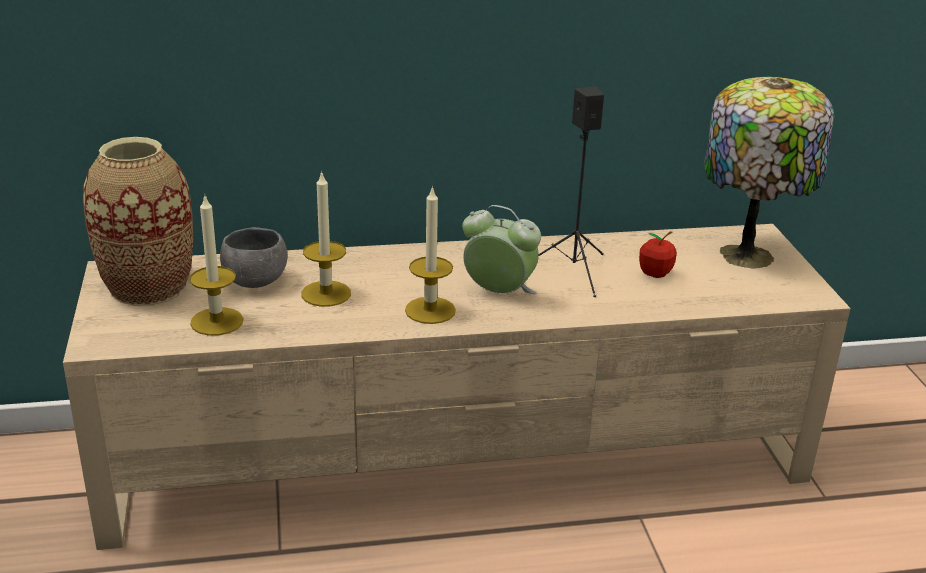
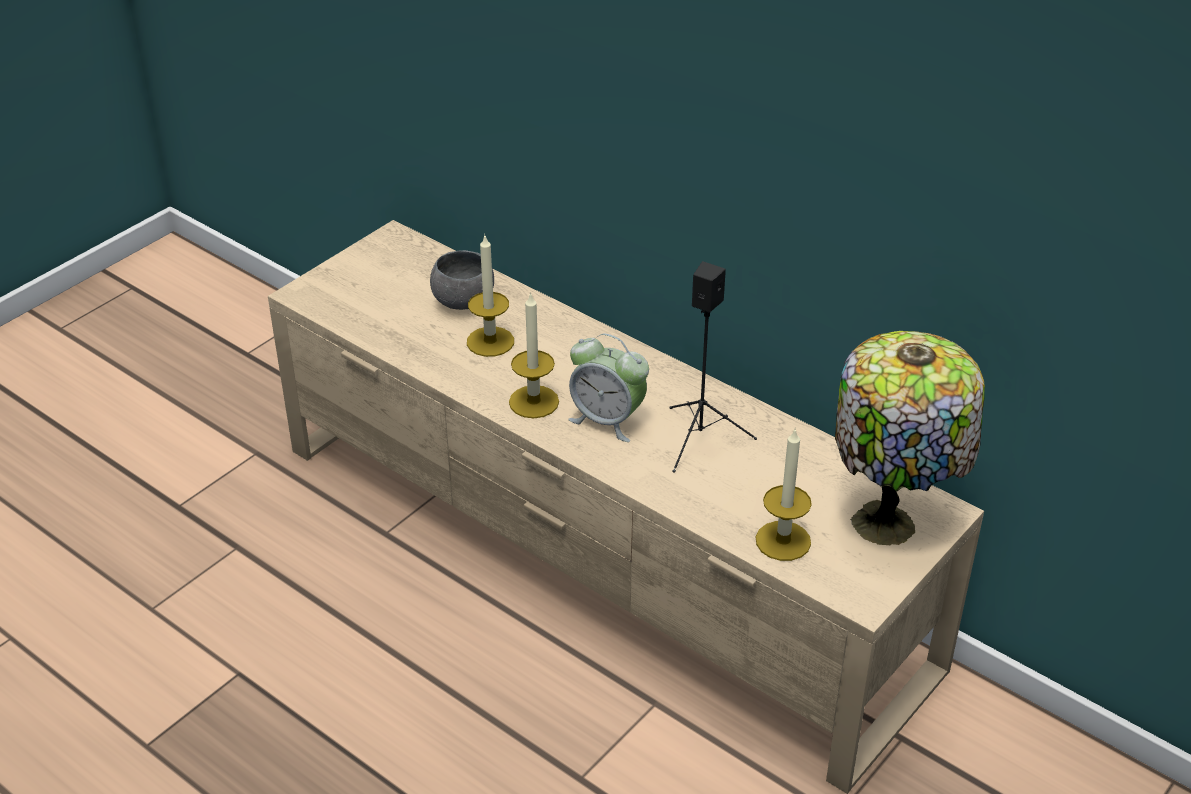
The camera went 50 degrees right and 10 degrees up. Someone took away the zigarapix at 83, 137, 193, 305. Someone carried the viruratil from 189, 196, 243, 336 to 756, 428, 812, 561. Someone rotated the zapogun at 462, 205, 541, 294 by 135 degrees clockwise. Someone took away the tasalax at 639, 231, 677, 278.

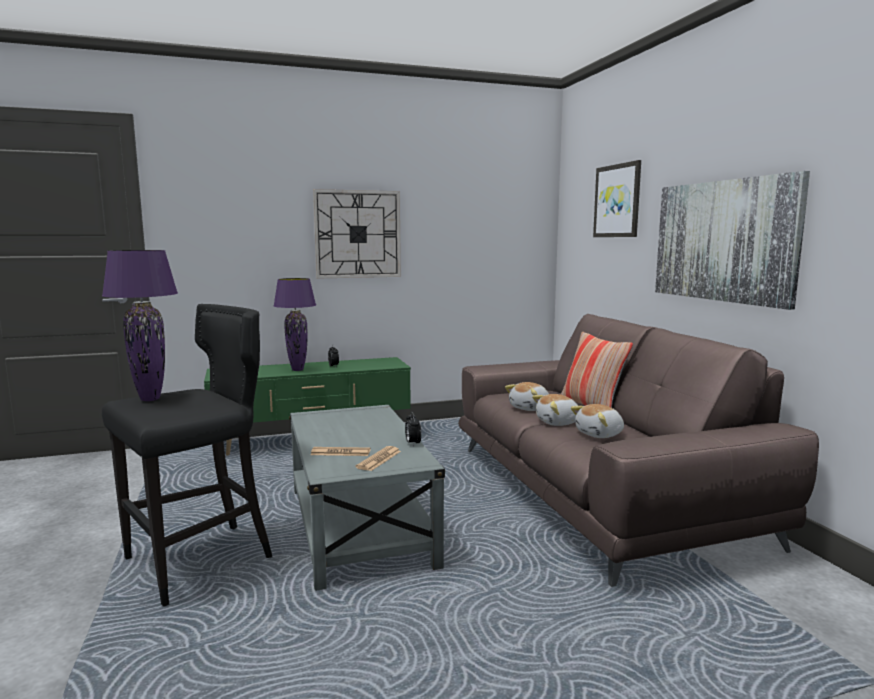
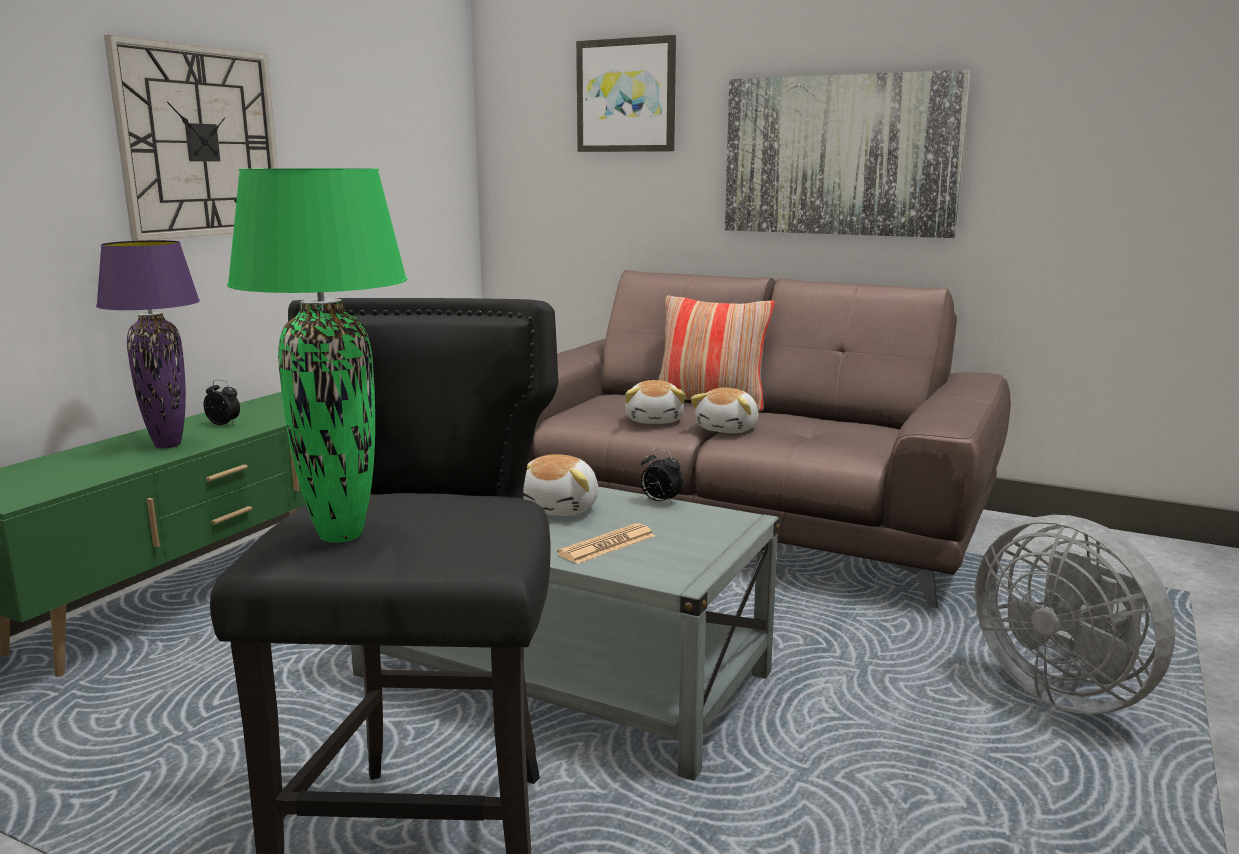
The camera went 45 degrees left and 5 degrees up. Someone repainted the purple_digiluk at 102, 250, 178, 401, which became the green_digiluk at 227, 168, 408, 543. Someone took away the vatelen at 355, 446, 401, 471. Someone carried the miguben from 571, 404, 624, 438 to 523, 454, 598, 516. Someone put down the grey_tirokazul at 975, 515, 1176, 714.

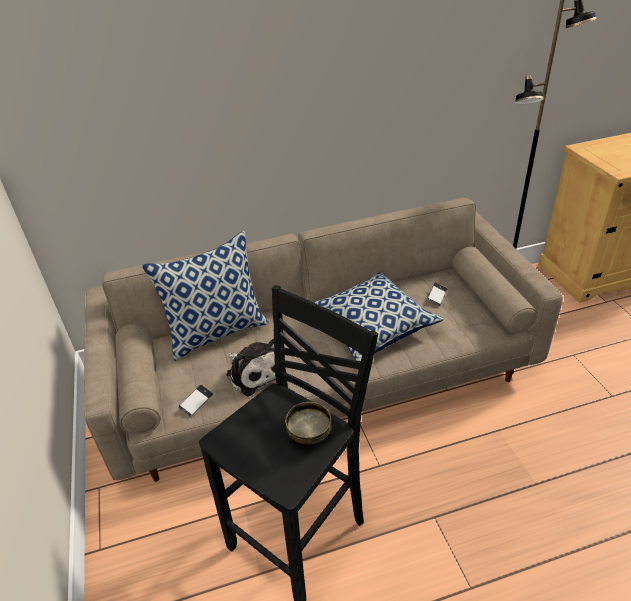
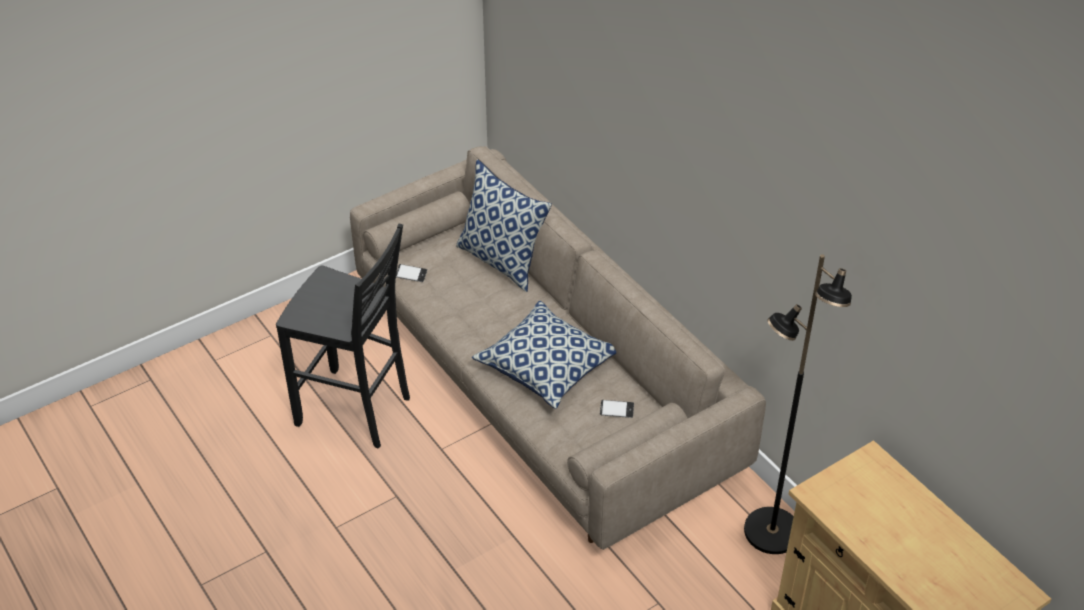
The camera went 70 degrees right and 5 degrees up. Someone took away the miguben at 226, 338, 276, 396. Someone took away the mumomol at 285, 402, 332, 444.

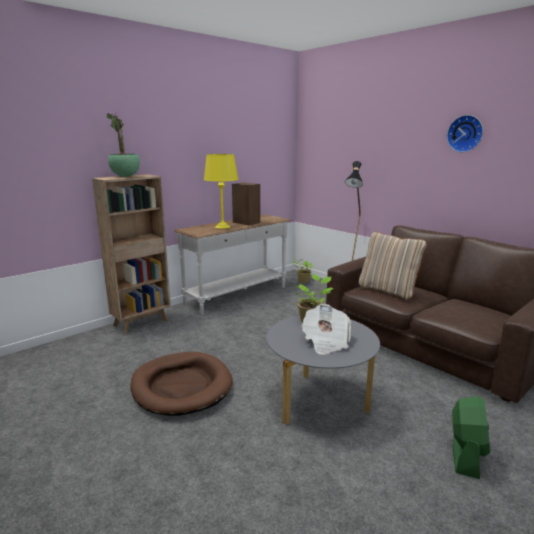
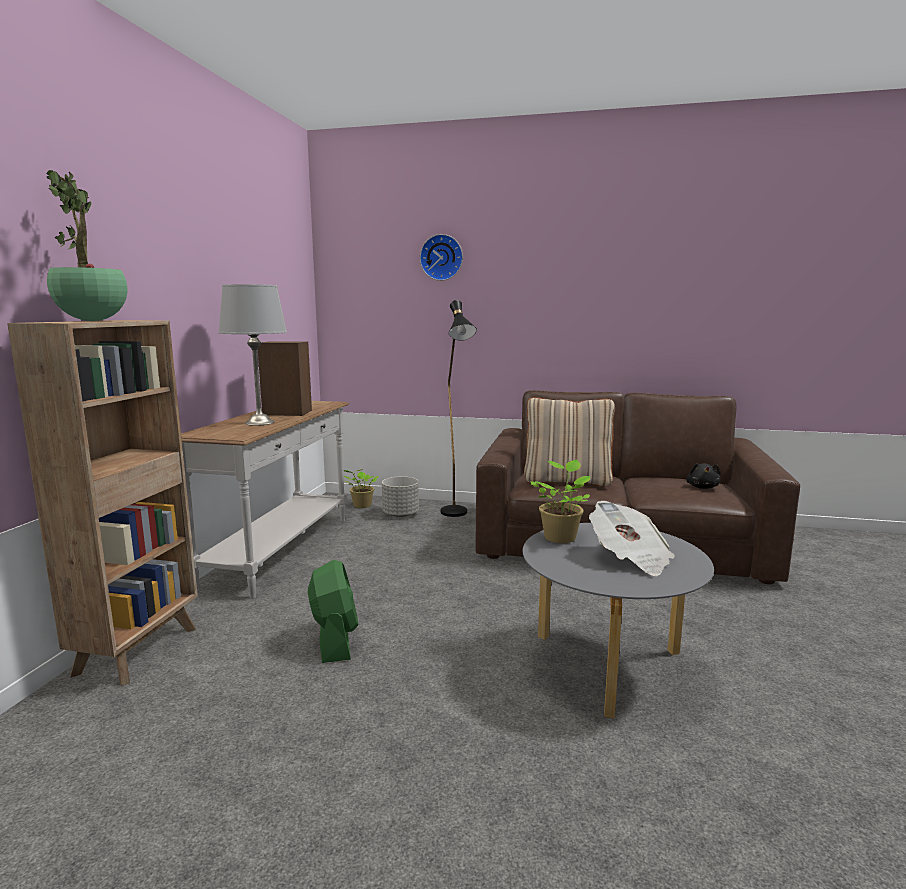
The camera went 35 degrees left and 5 degrees down. Someone took away the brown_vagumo at 130, 352, 233, 416. Someone repainted the yellow_digiluk at 204, 154, 238, 229, which became the grey_digiluk at 219, 284, 287, 426. Someone carried the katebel from 447, 115, 483, 152 to 420, 234, 463, 281. Someone carried the green_tirokazul from 452, 396, 490, 479 to 308, 560, 359, 663. Someone put down the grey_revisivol at 382, 476, 419, 517. Someone put down the black_miguben at 686, 463, 721, 489.

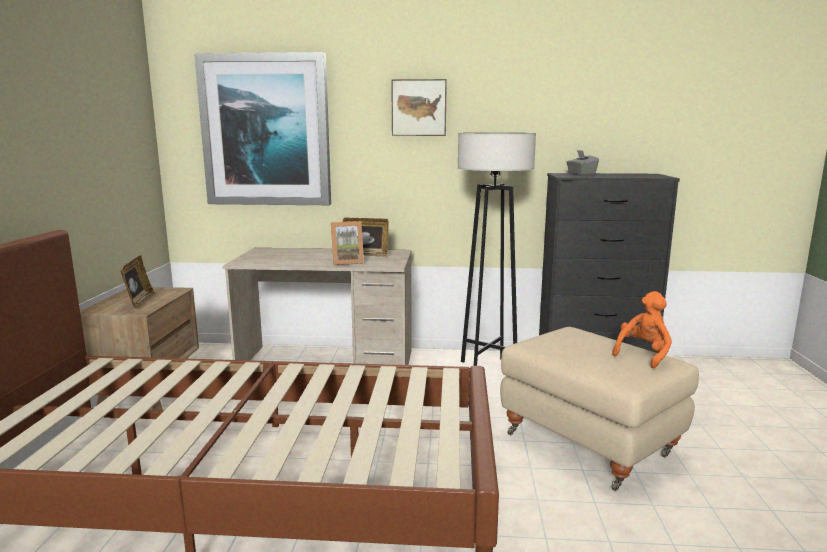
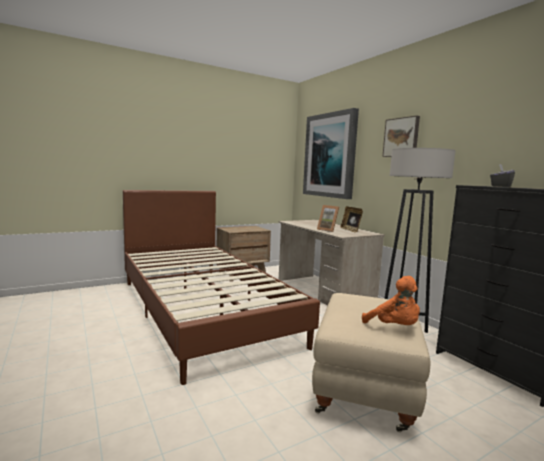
The camera went 55 degrees right and 5 degrees down. Someone took away the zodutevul at 120, 255, 155, 309. Someone rotated the orange_miguben at 612, 291, 672, 368 by 45 degrees clockwise.

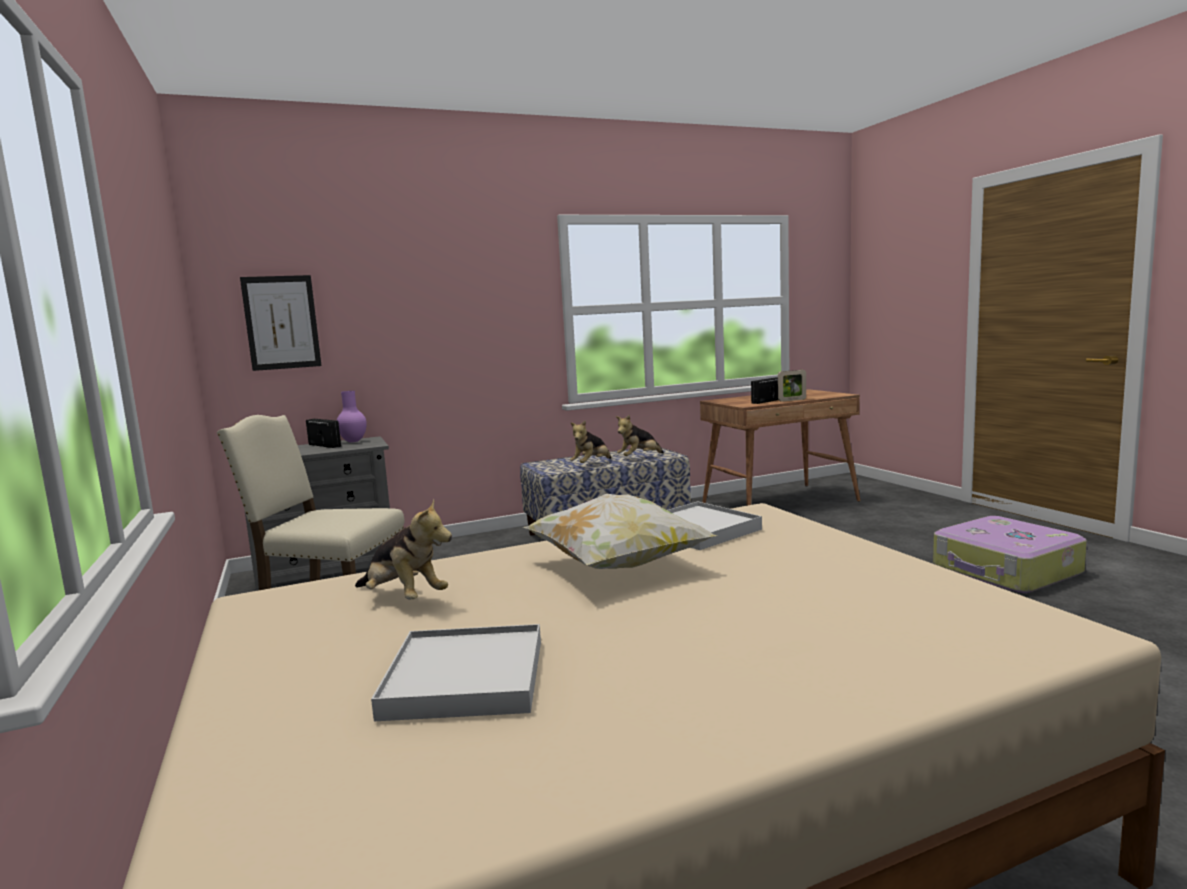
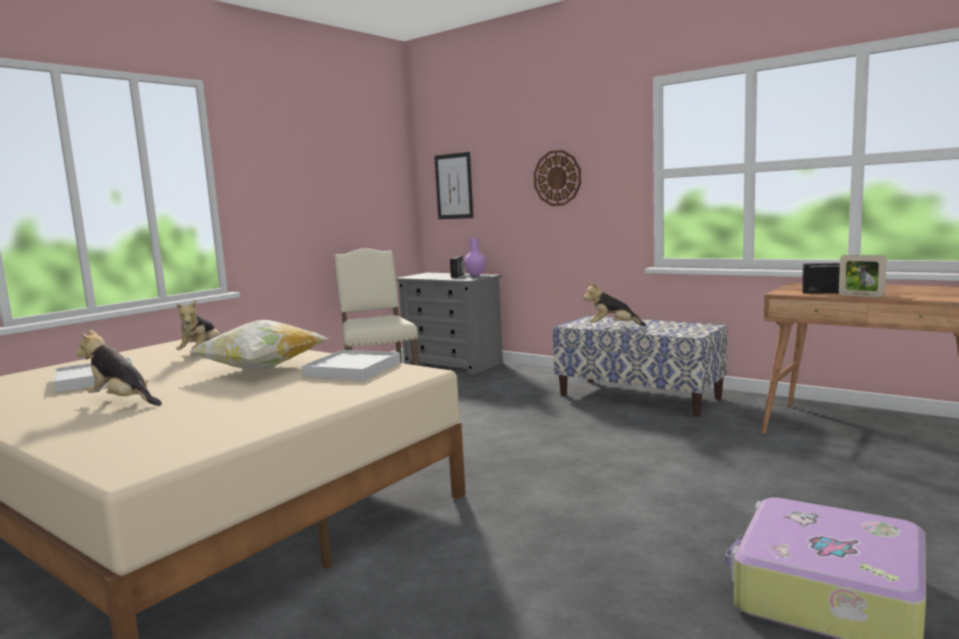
The camera went 60 degrees right and 0 degrees up. Someone carried the miguben from 616, 415, 664, 456 to 76, 330, 162, 406. Someone put up the katebel at 534, 150, 581, 206.

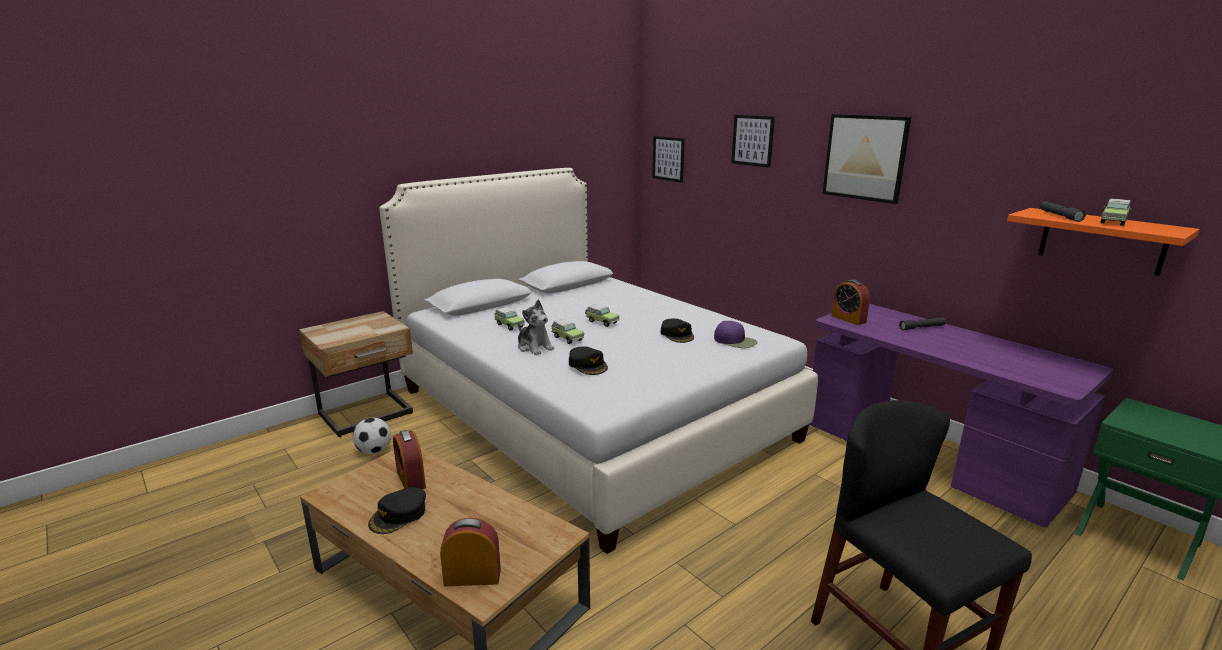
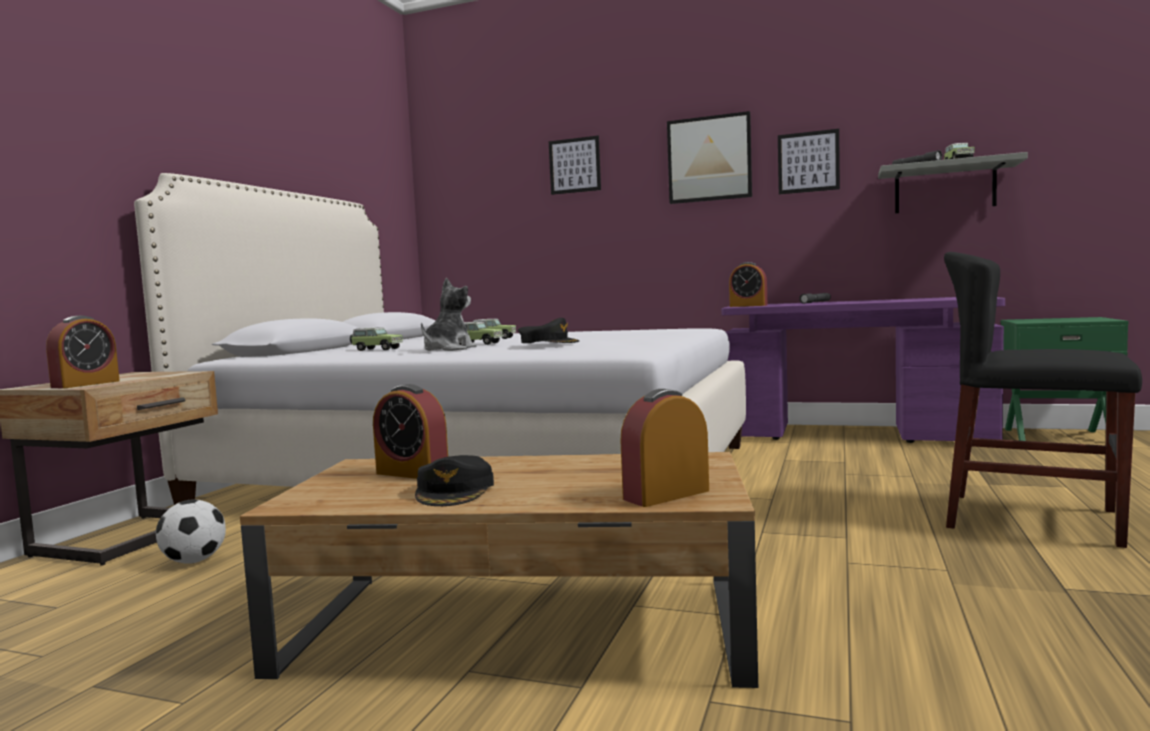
The camera went 30 degrees left and 15 degrees down. Someone rotated the miguben at 518, 300, 554, 355 by 75 degrees counterclockwise. Someone carried the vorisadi from 653, 136, 685, 183 to 778, 129, 840, 194. Someone took away the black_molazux at 661, 319, 694, 343. Someone took away the purple_molazux at 714, 321, 757, 348. Someone repainted the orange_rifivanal at 1007, 208, 1200, 275, which became the grey_rifivanal at 878, 152, 1028, 214. Someone put down the zapogun at 46, 316, 120, 388.

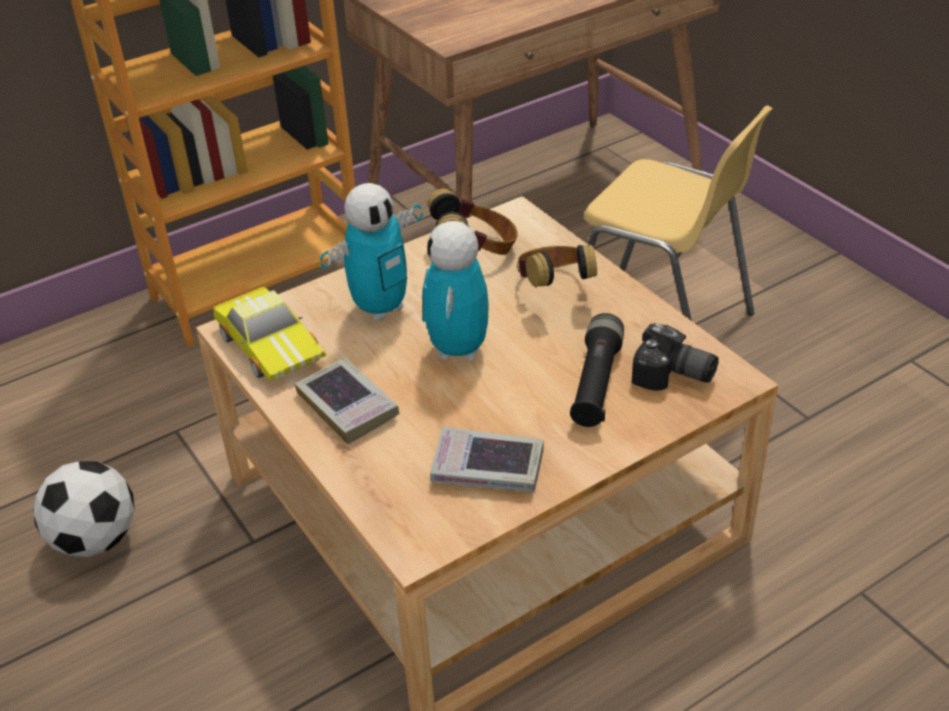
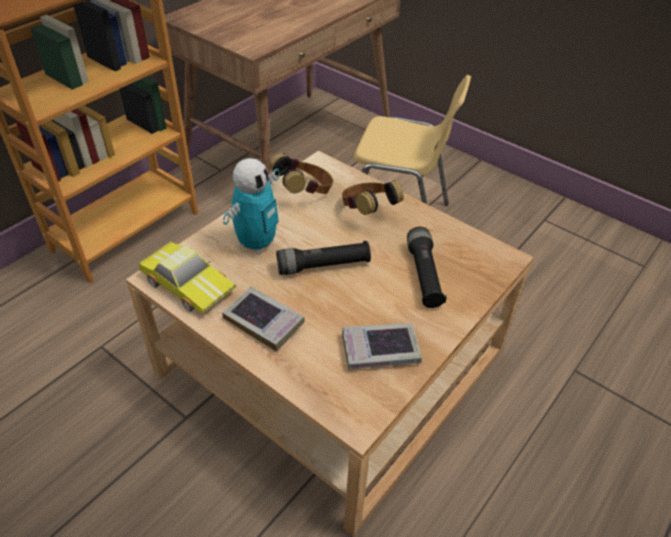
The camera went 20 degrees left and 5 degrees up. Someone took away the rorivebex at 33, 461, 135, 557. Someone swapped the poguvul at 422, 221, 489, 360 for the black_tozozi at 276, 241, 371, 275. Someone took away the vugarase at 632, 323, 719, 391.

